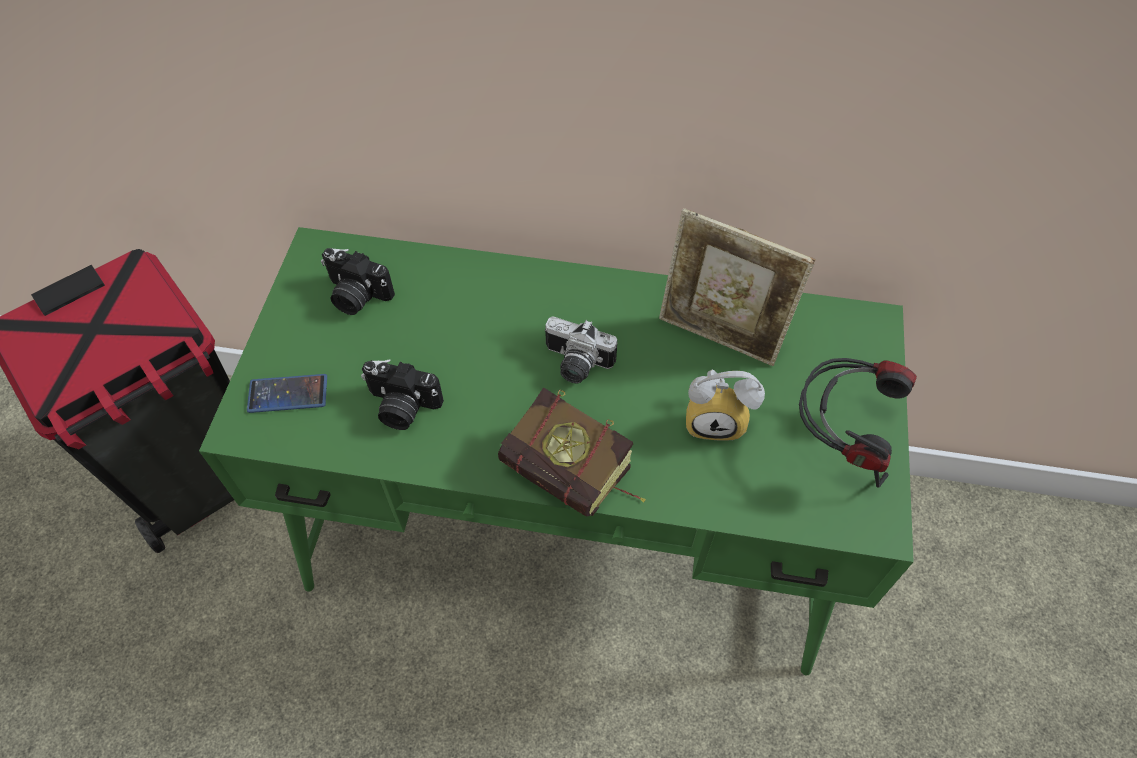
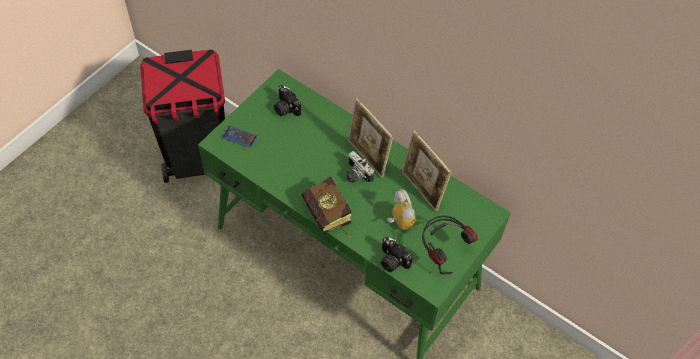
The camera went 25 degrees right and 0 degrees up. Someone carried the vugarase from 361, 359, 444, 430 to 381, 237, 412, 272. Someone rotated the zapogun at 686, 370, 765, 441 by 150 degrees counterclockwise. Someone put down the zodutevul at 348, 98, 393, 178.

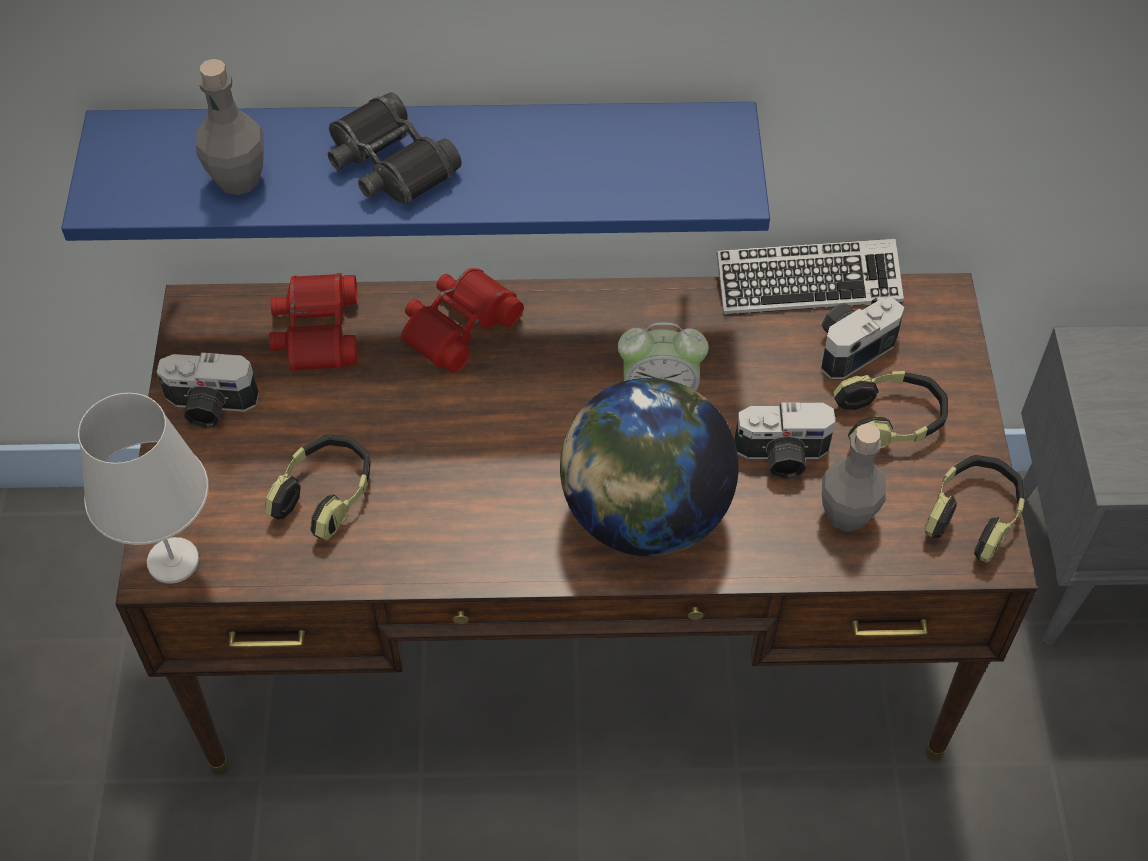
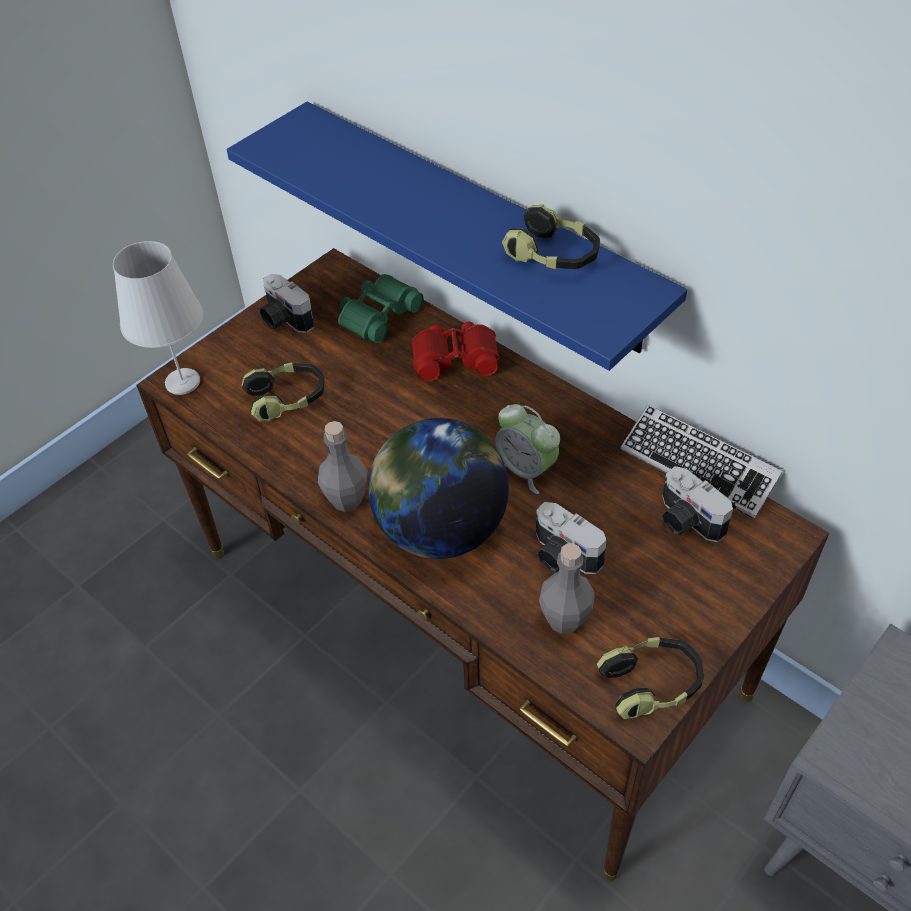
The camera went 45 degrees right and 5 degrees down. Someone carried the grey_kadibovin from 196, 59, 264, 195 to 318, 421, 367, 512. Someone repainted the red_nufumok at 269, 273, 358, 371, which became the green_nufumok at 338, 274, 423, 343. Someone took away the black_nufumok at 328, 92, 462, 204. Someone rotated the vugarase at 821, 298, 904, 379 by 135 degrees counterclockwise. Someone carried the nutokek from 833, 371, 948, 448 to 502, 205, 600, 270.

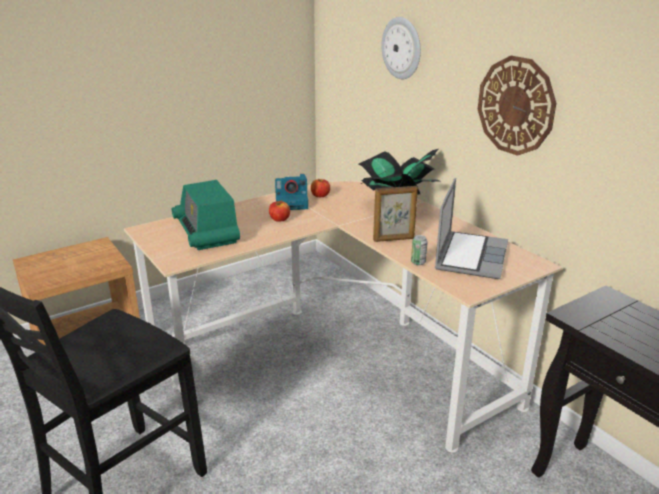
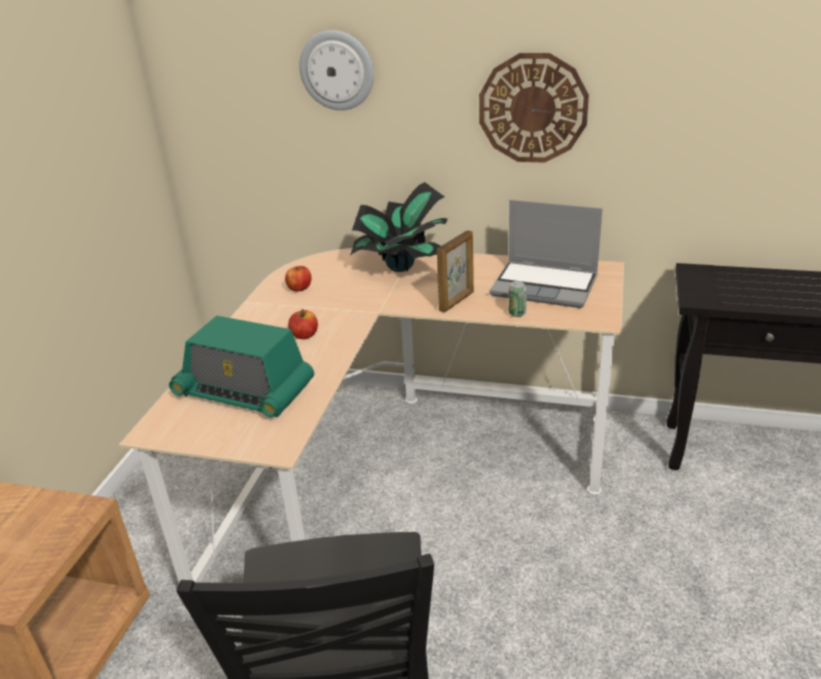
The camera went 40 degrees left and 5 degrees up. Someone took away the vugarase at 275, 174, 308, 210. Someone rotated the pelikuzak at 435, 178, 508, 279 by 135 degrees clockwise.

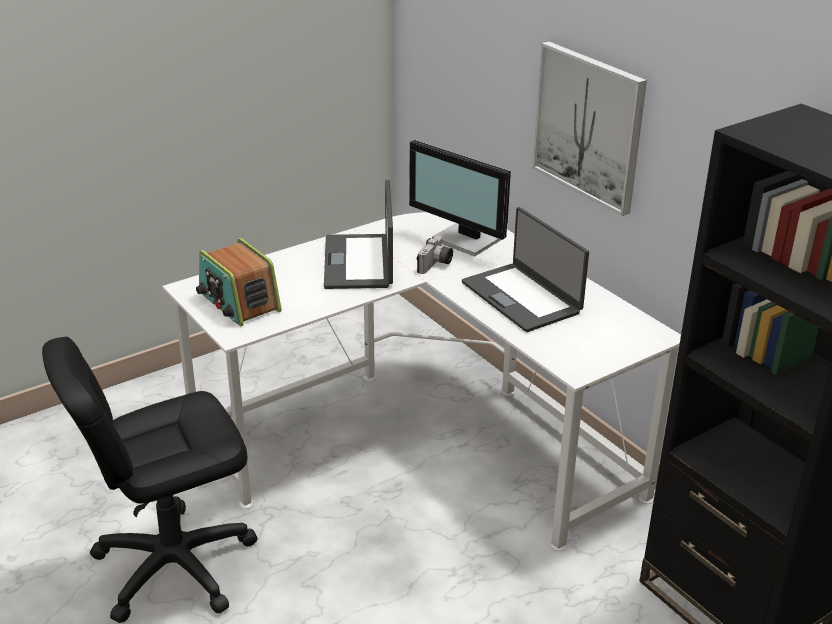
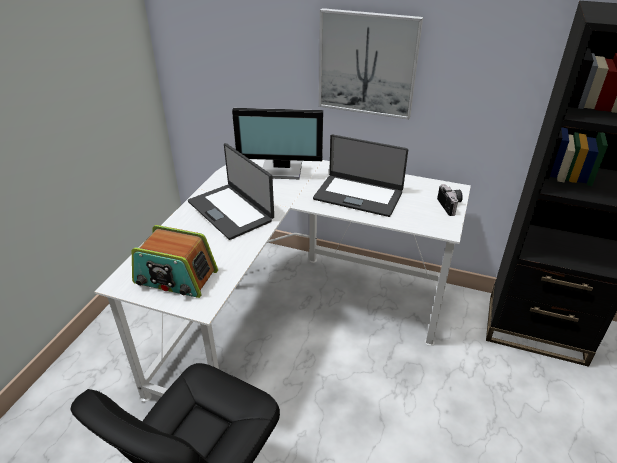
The camera went 35 degrees left and 5 degrees up. Someone carried the vugarase from 417, 236, 453, 274 to 437, 184, 463, 216.

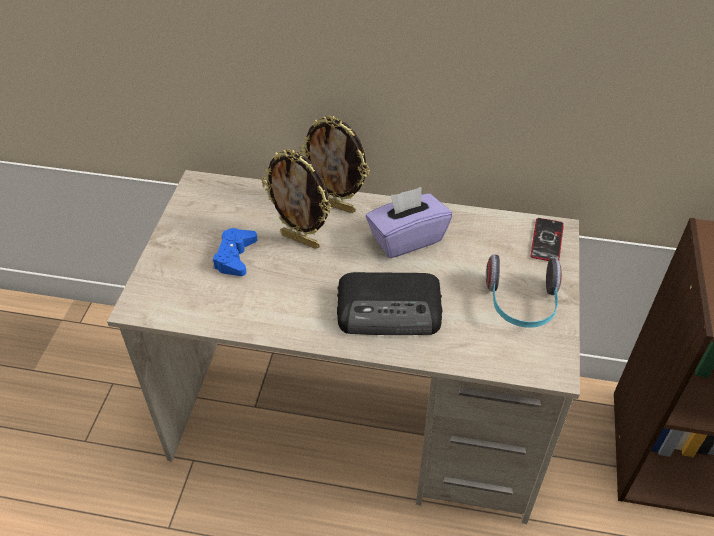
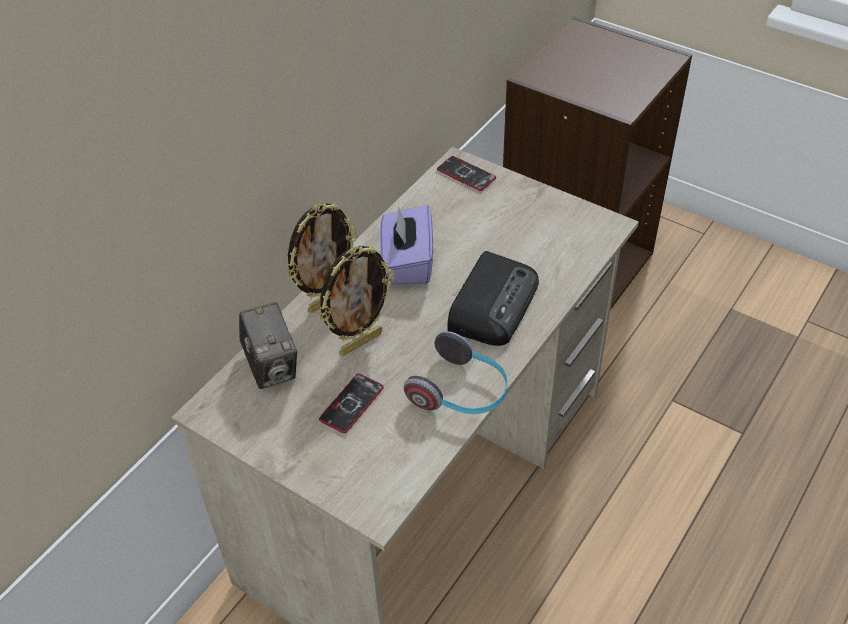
The camera went 65 degrees left and 0 degrees up. Someone swapped the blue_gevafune at 213, 228, 258, 276 for the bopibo at 319, 374, 384, 433. Someone carried the nutokek from 486, 254, 562, 328 to 404, 331, 508, 414. Someone put down the vugarase at 239, 302, 297, 389.

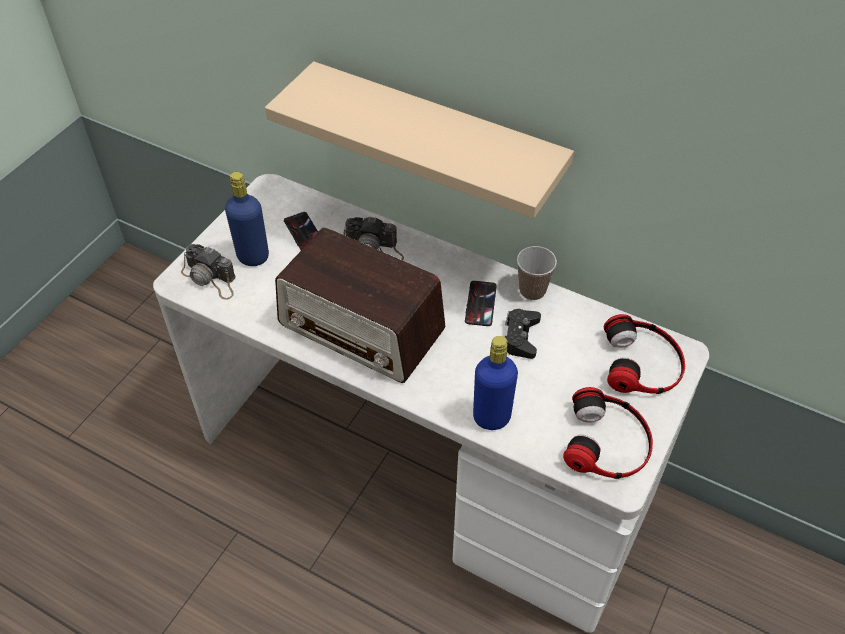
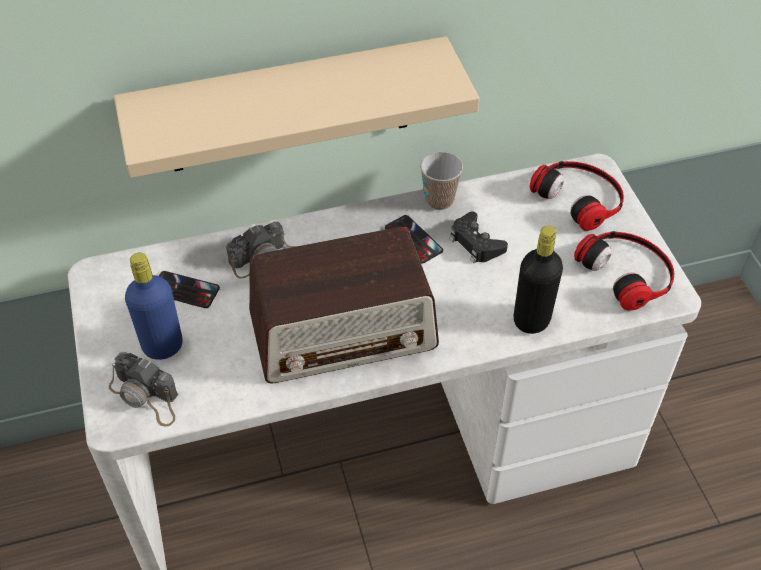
The camera went 45 degrees left and 0 degrees up. Someone rotated the vugarase at 181, 244, 236, 300 by 45 degrees clockwise. Someone repainted the blue_kadibovin at 473, 336, 518, 430, which became the black_kadibovin at 513, 225, 563, 334.

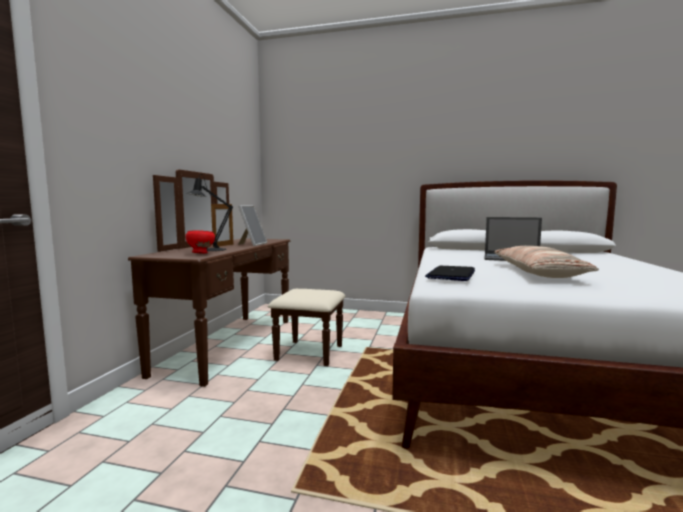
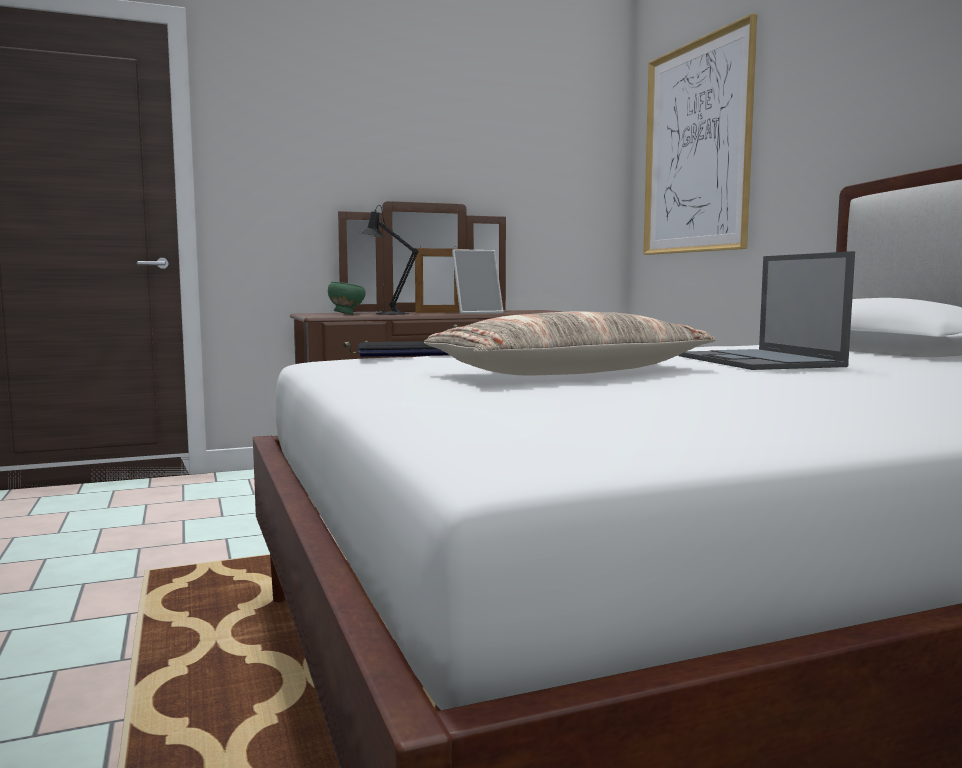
The camera went 55 degrees right and 0 degrees up. Someone repainted the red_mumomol at 185, 231, 215, 254, which became the green_mumomol at 328, 282, 366, 315. Someone put up the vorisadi at 643, 14, 757, 255.

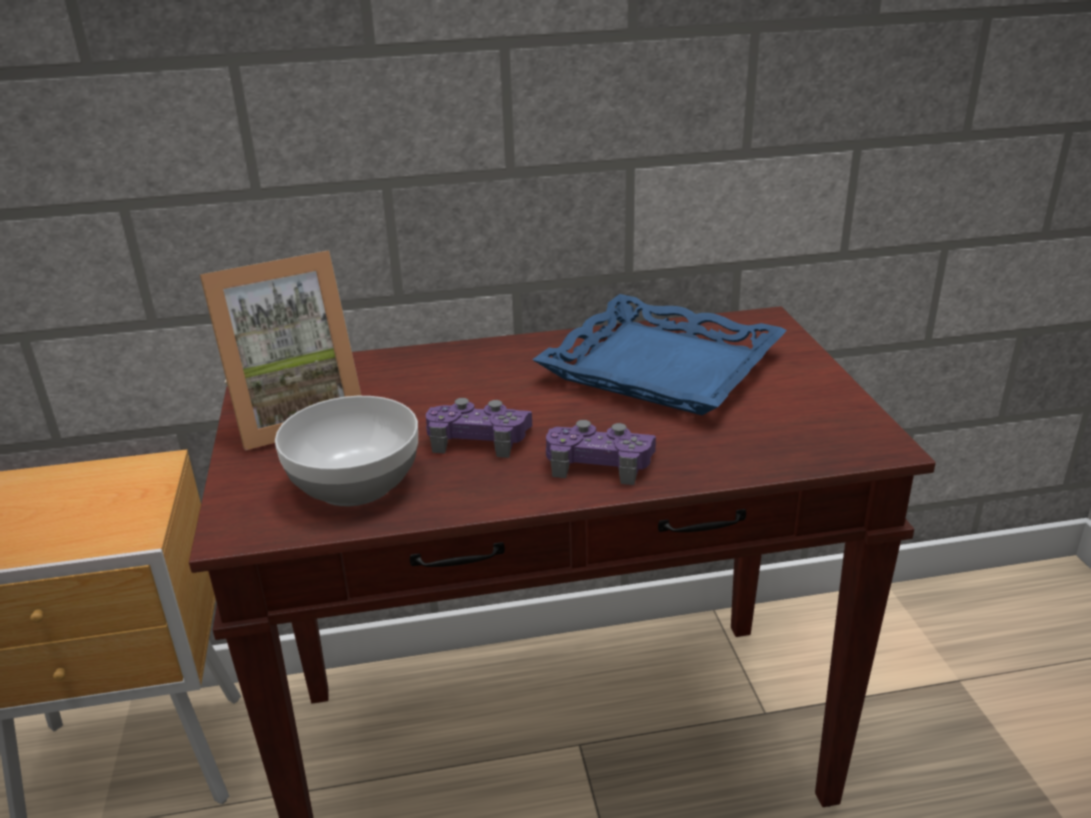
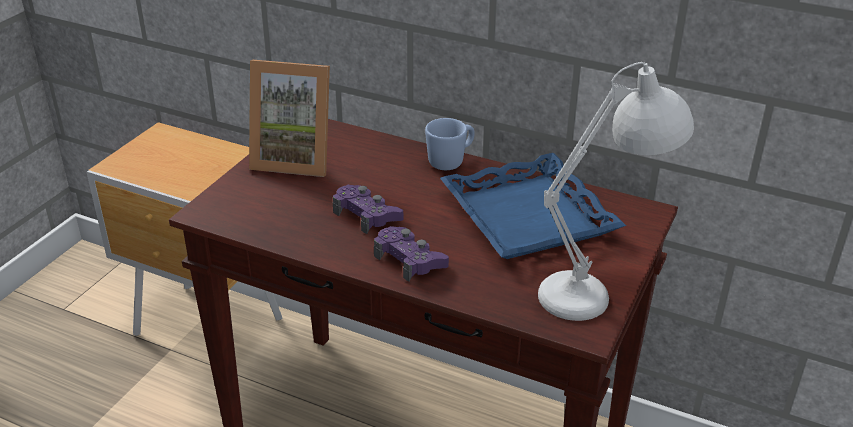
The camera went 35 degrees right and 5 degrees up. Someone took away the mumomol at 275, 396, 418, 506. Someone put down the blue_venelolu at 425, 118, 475, 170. Someone put down the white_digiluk at 538, 62, 694, 321.

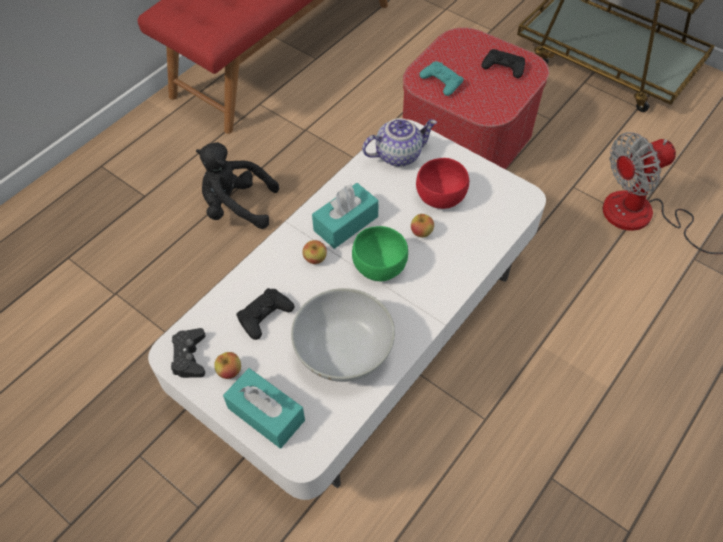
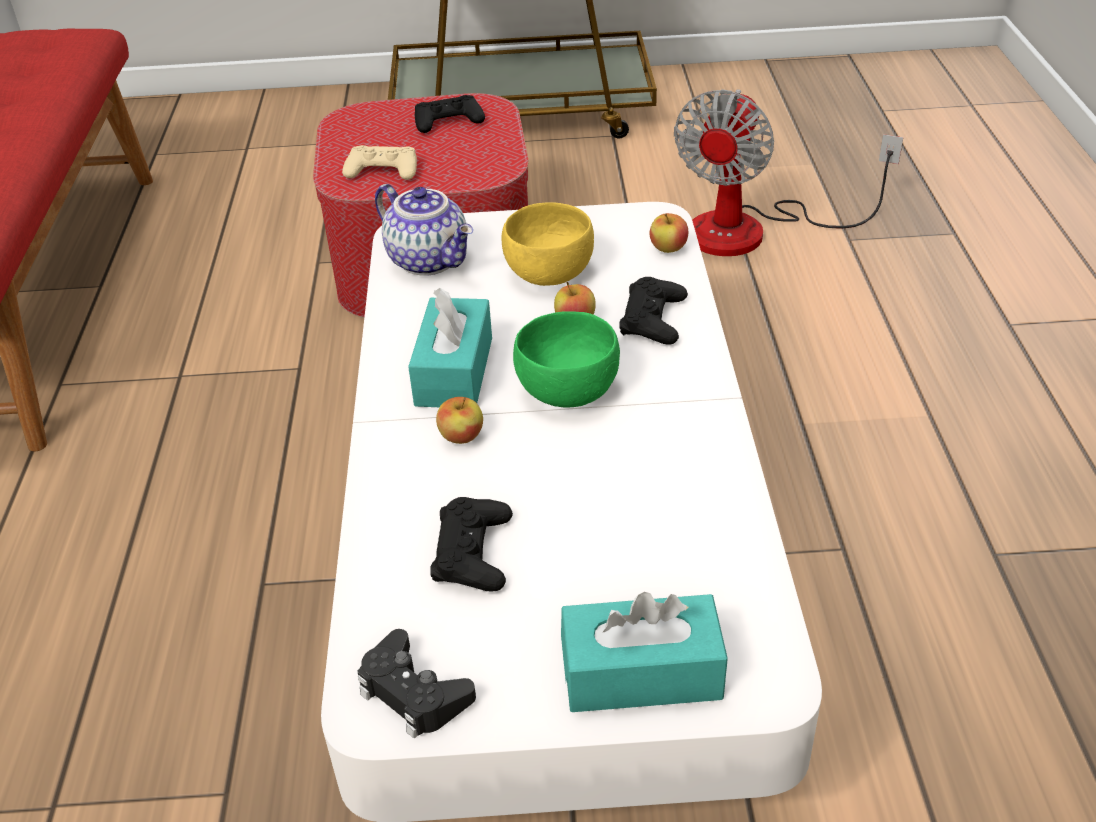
The camera went 40 degrees left and 15 degrees down. Someone took away the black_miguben at 196, 142, 279, 229. Someone carried the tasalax from 214, 352, 241, 379 to 649, 213, 688, 253. Someone took away the white_mumomol at 291, 288, 395, 382. Someone rotated the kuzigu at 362, 118, 437, 167 by 105 degrees clockwise. Someone repainted the red_mumomol at 416, 158, 469, 209, which became the yellow_mumomol at 502, 202, 594, 286. Someone repainted the turquoise_gevafune at 419, 62, 464, 96, which became the beige_gevafune at 342, 145, 417, 180. Someone put down the black_gevafune at 619, 277, 688, 345.

